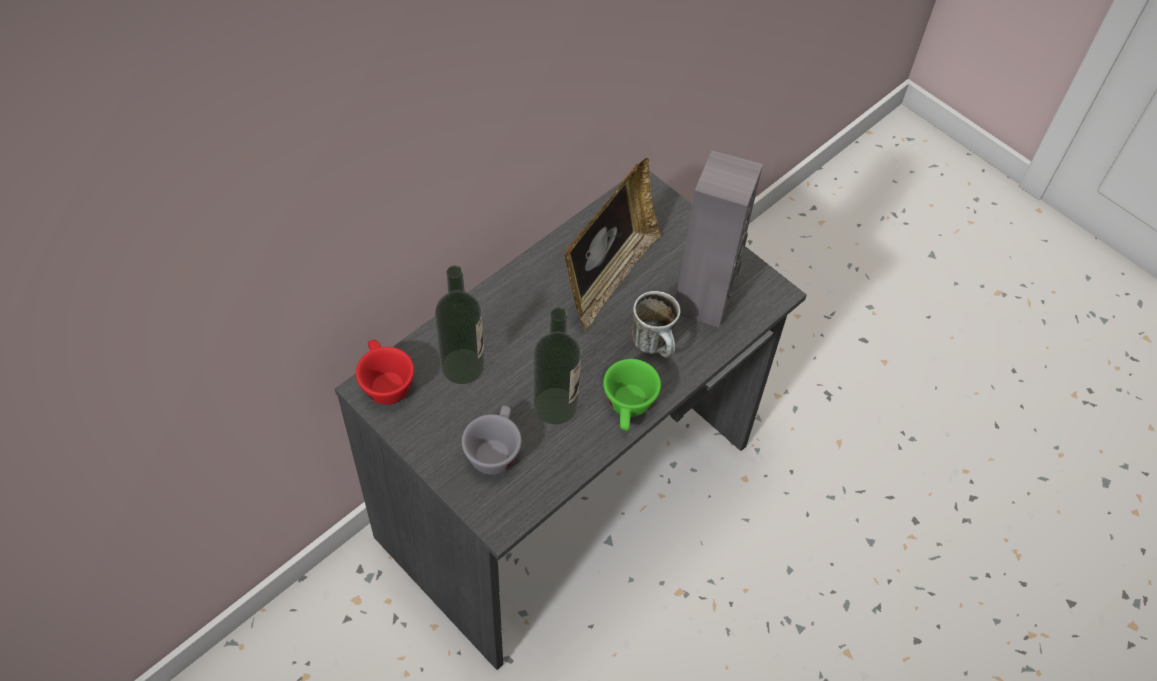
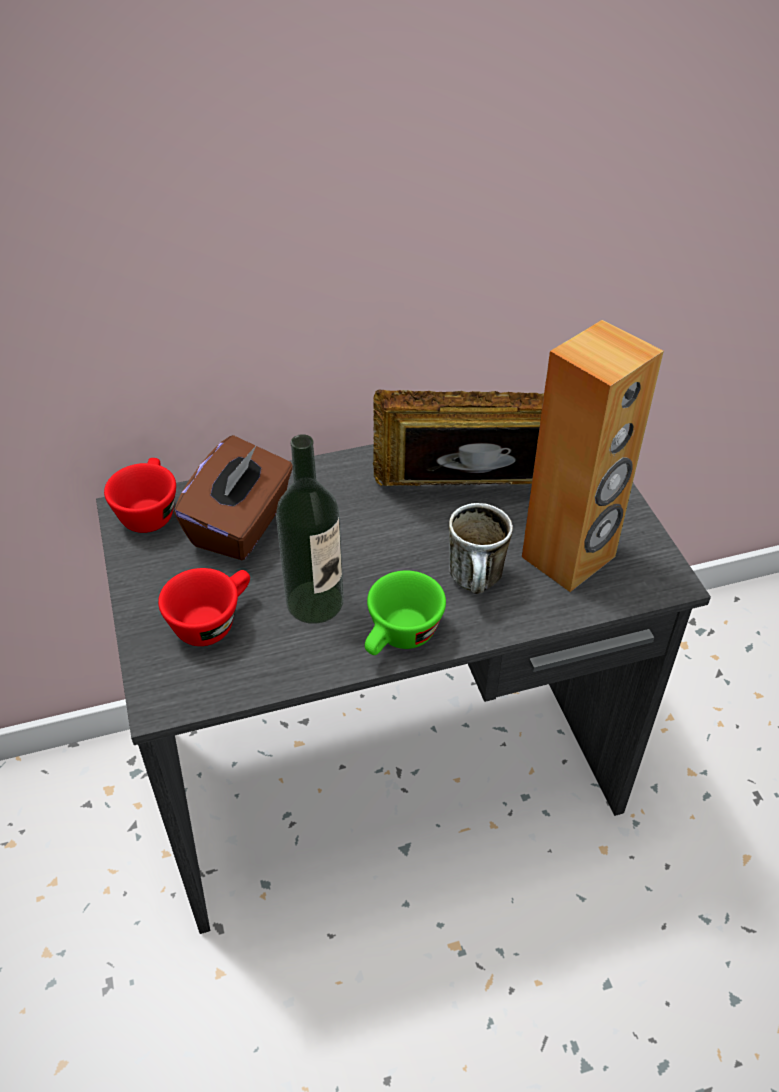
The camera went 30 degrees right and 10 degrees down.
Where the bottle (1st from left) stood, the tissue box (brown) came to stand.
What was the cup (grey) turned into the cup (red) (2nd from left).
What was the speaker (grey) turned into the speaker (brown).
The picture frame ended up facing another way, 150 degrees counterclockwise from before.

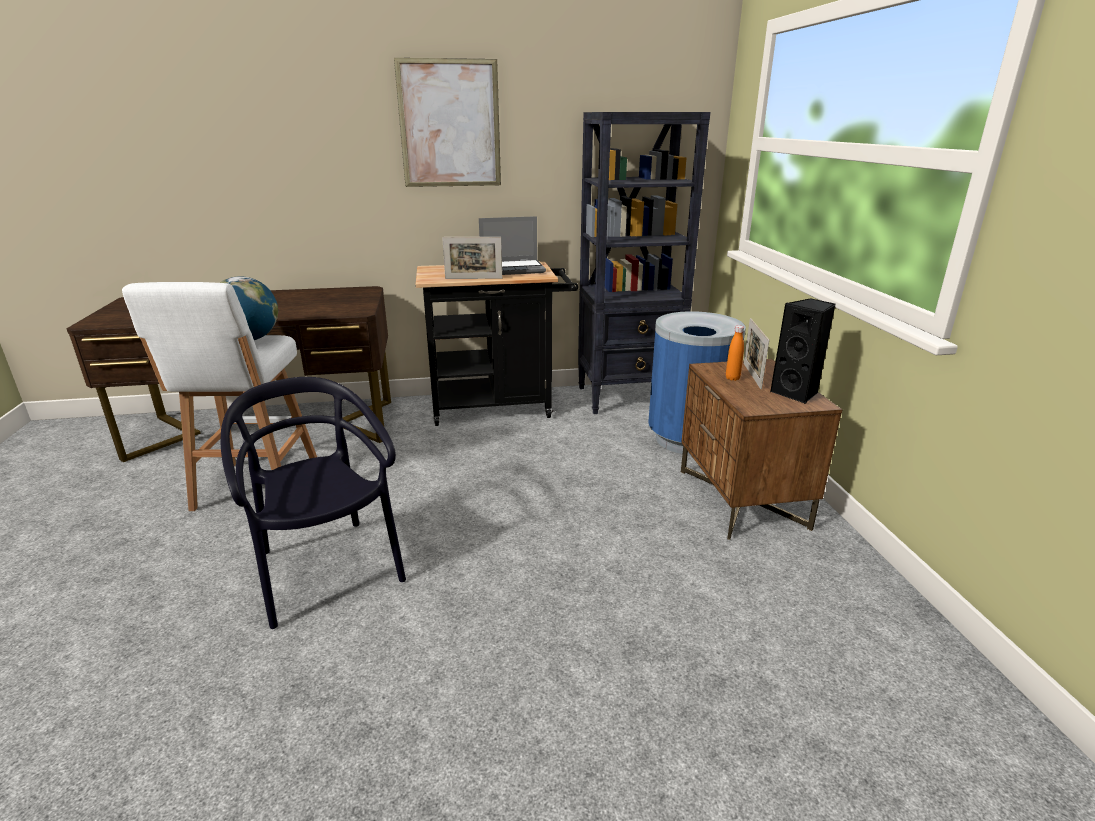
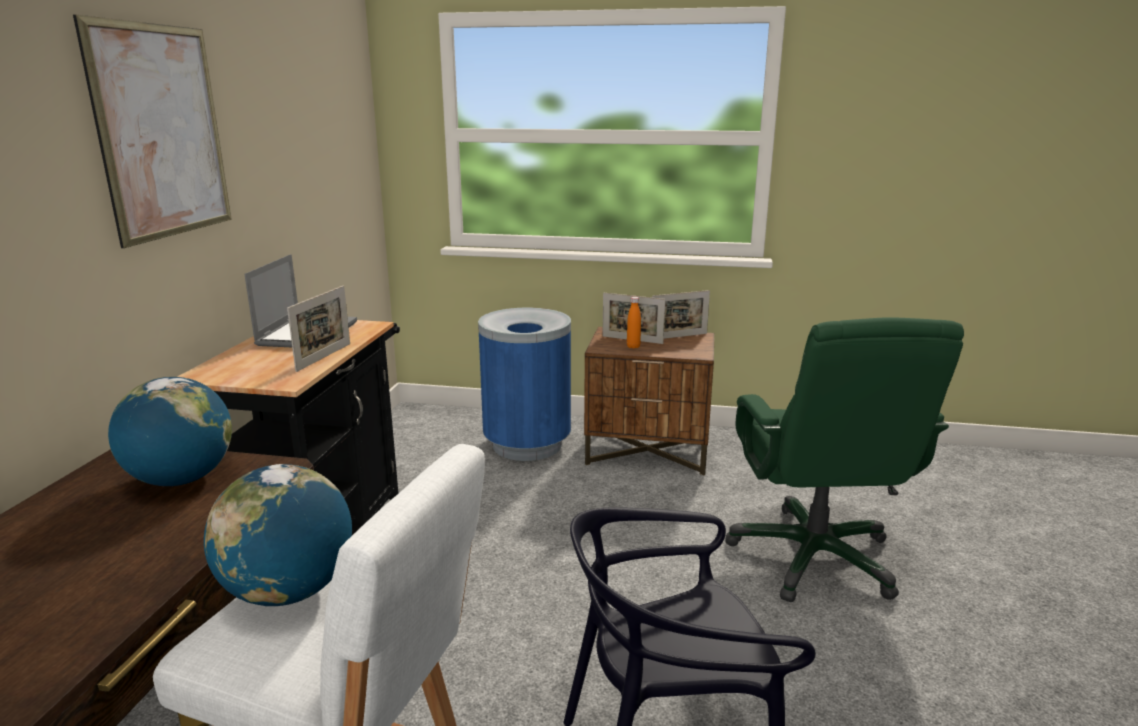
The camera went 70 degrees left and 5 degrees down.
The second view lost the bookcase (black).
The second view gained the globe (1st from left).
The second view gained the office chair (green).
Where the speaker (black) stood, the picture frame (3rd from left) came to stand.

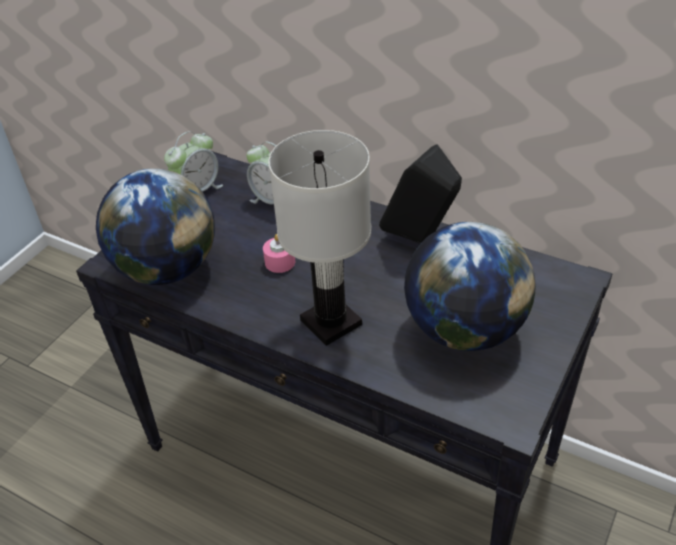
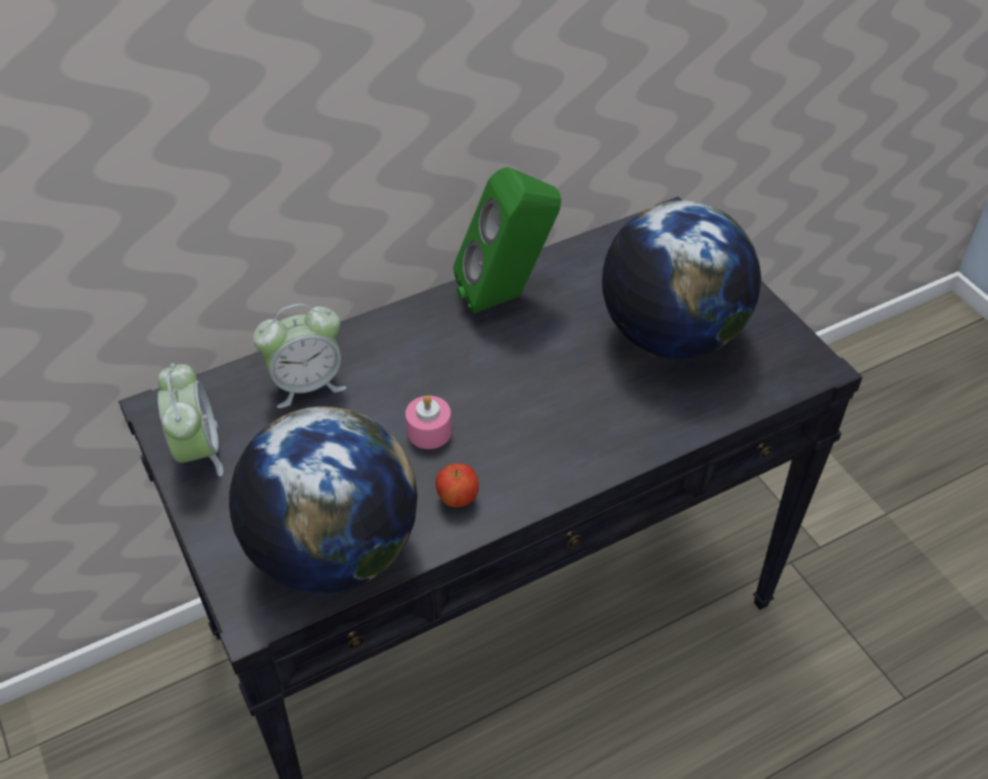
The camera went 60 degrees left and 5 degrees up.
The second view lost the table lamp (white).
The second view gained the apple.
What was the speaker (black) turned into the speaker (green).

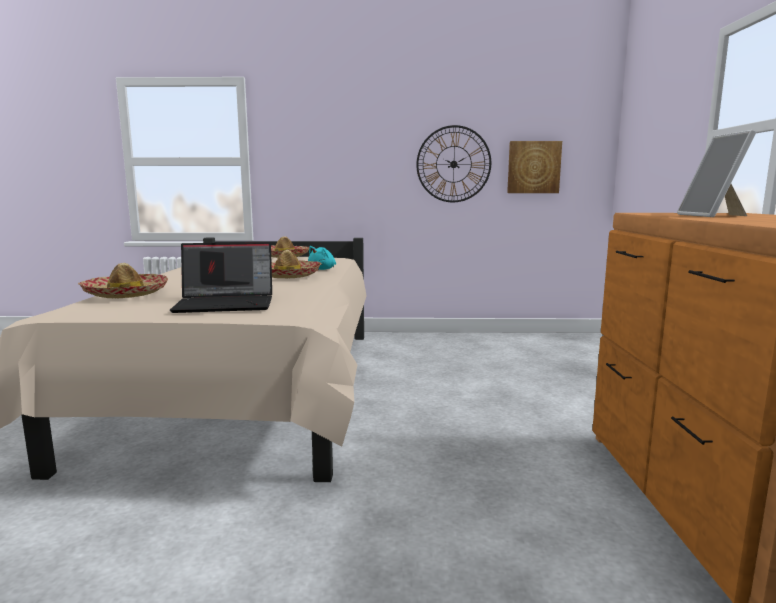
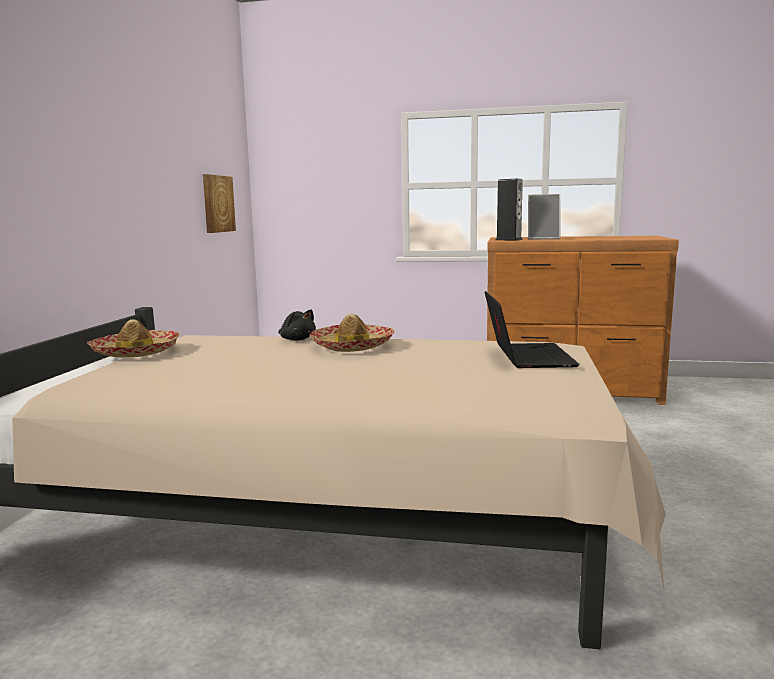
The camera went 80 degrees left and 0 degrees up.
The second view lost the hat (1st from left).
The second view lost the wall clock.
The second view gained the speaker.
What was the plush toy (turquoise) turned into the plush toy (black).

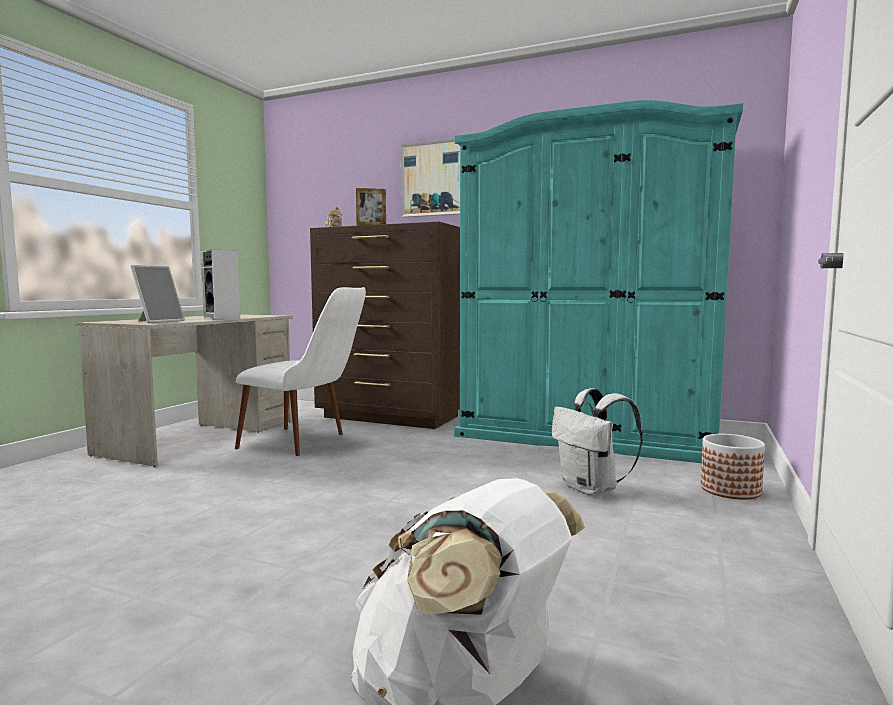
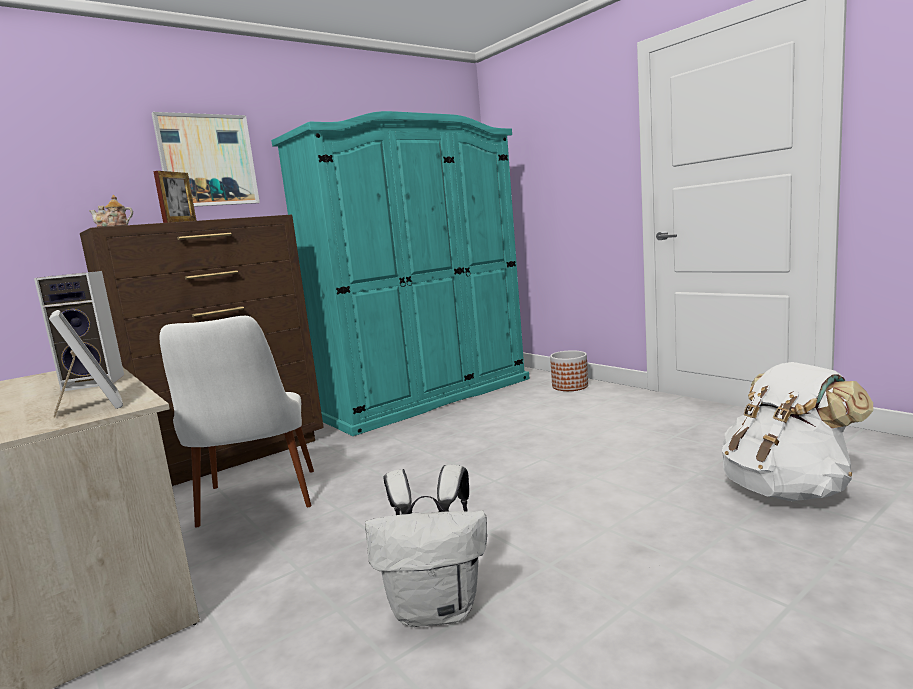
The camera went 60 degrees left and 5 degrees up.
The backpack (white) (2nd from left in the first image) ended up elsewhere.
The chair (white) ended up facing another way, 120 degrees clockwise from before.

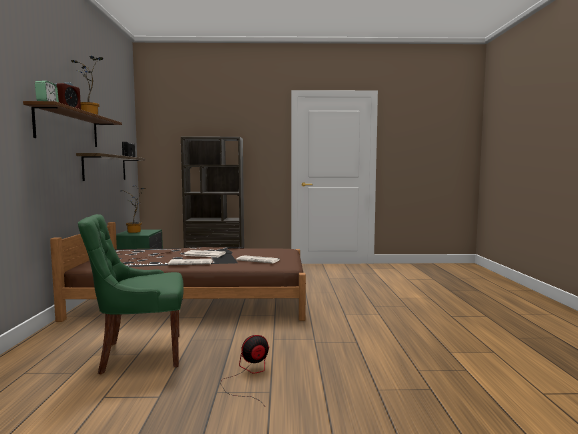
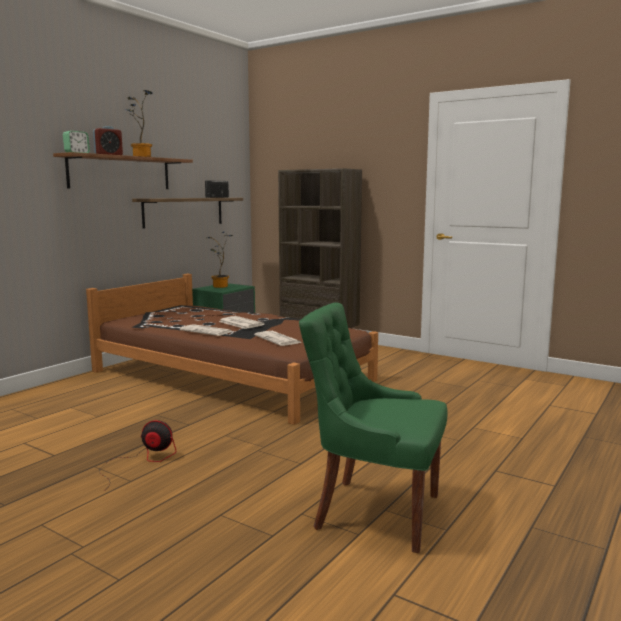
The camera went 35 degrees right and 5 degrees up.
The chair (green) ended up elsewhere.

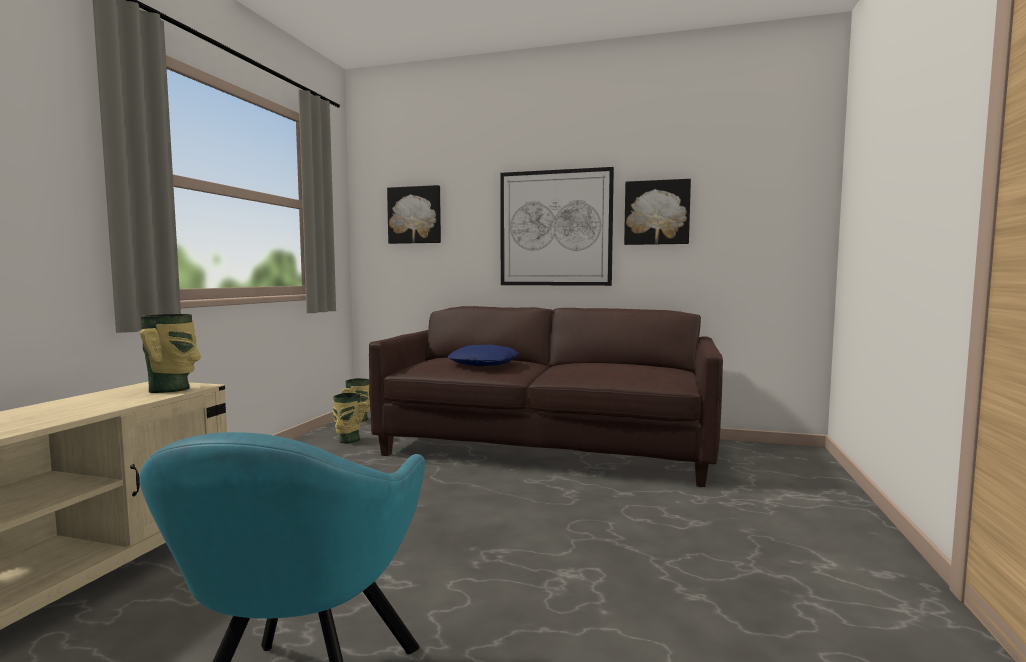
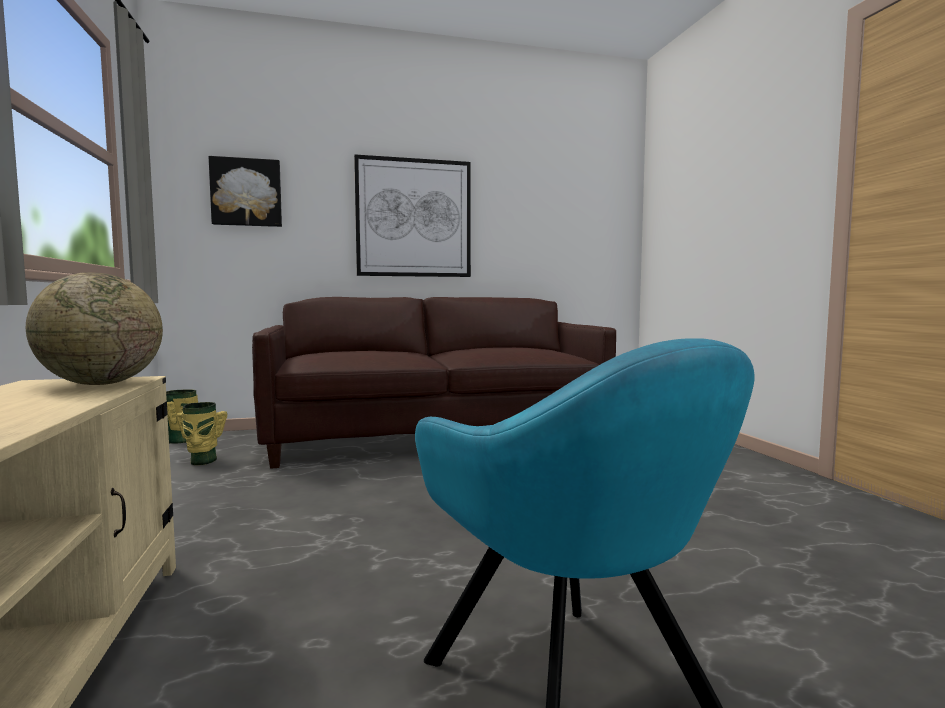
The camera went 30 degrees left and 0 degrees up.
The second view lost the pillow (blue).
The second view lost the picture (3rd from left).
Where the vase (1st from left) stood, the globe came to stand.

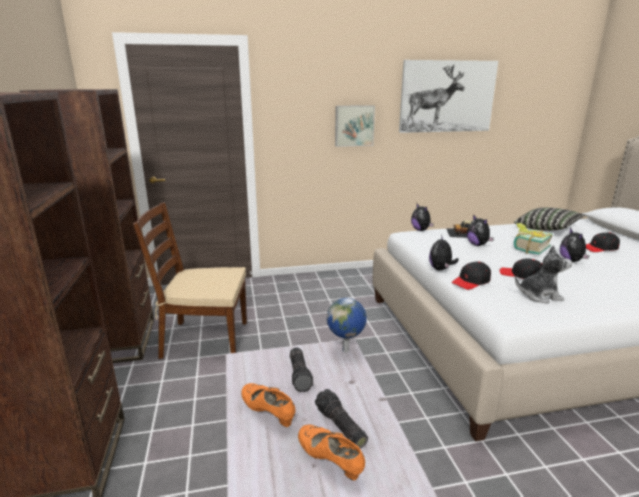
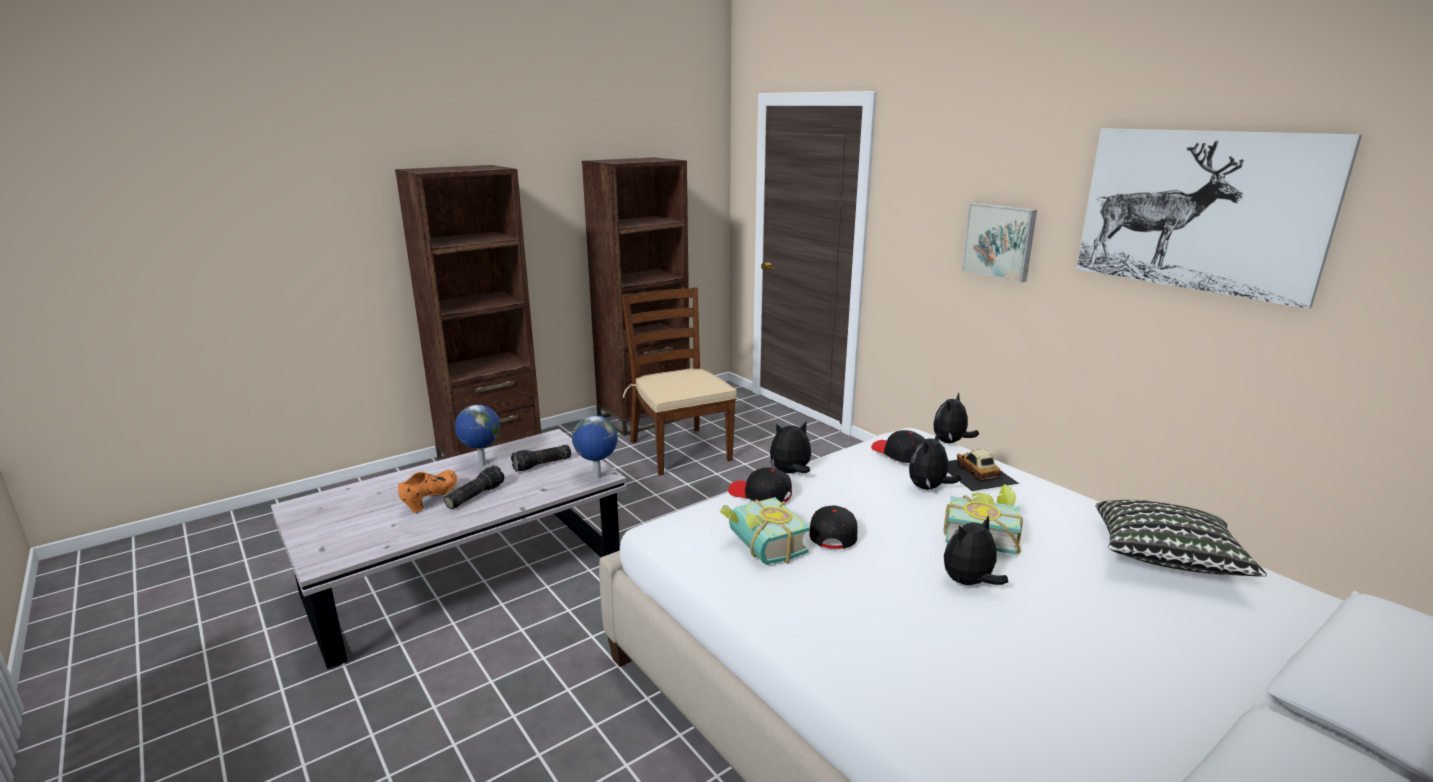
The camera went 65 degrees right and 0 degrees up.
The cap (black) (3rd from left) ended up elsewhere.
Where the shoe (orange) (1st from left) stood, the globe (1st from left) came to stand.
Where the plush toy (4th from left) stood, the book (1st from left) came to stand.

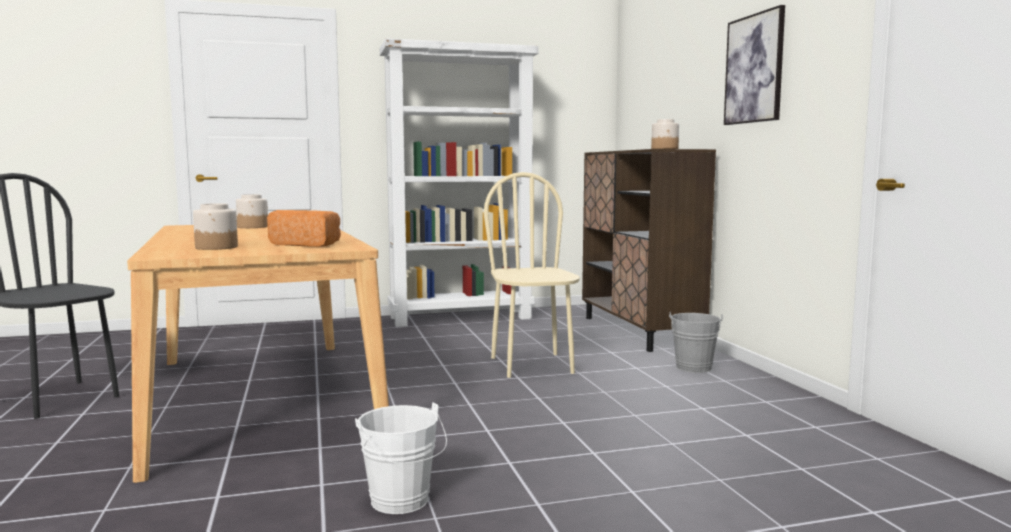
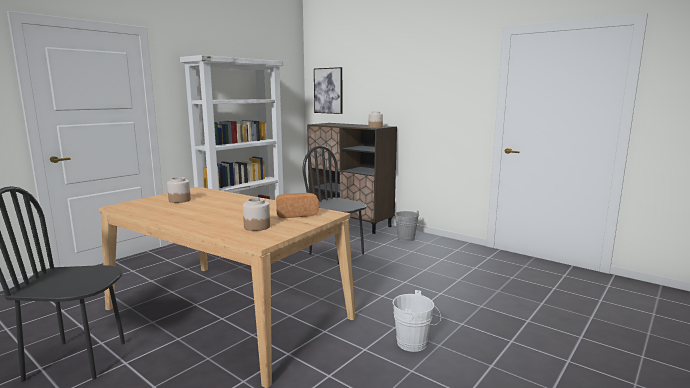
The camera went 35 degrees left and 5 degrees up.
The picture ended up elsewhere.
What was the chair (beige) turned into the chair (black) (2nd from left).

